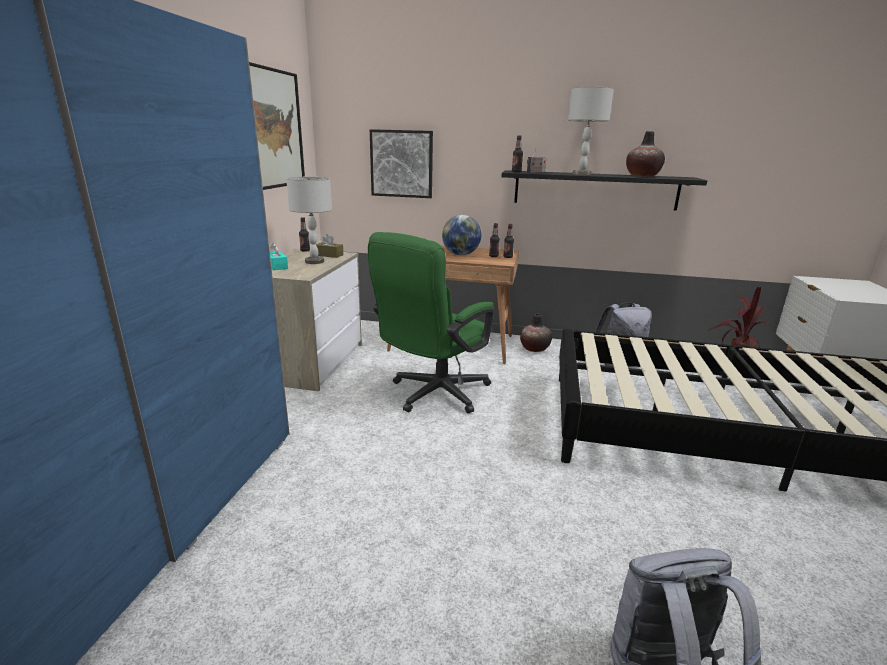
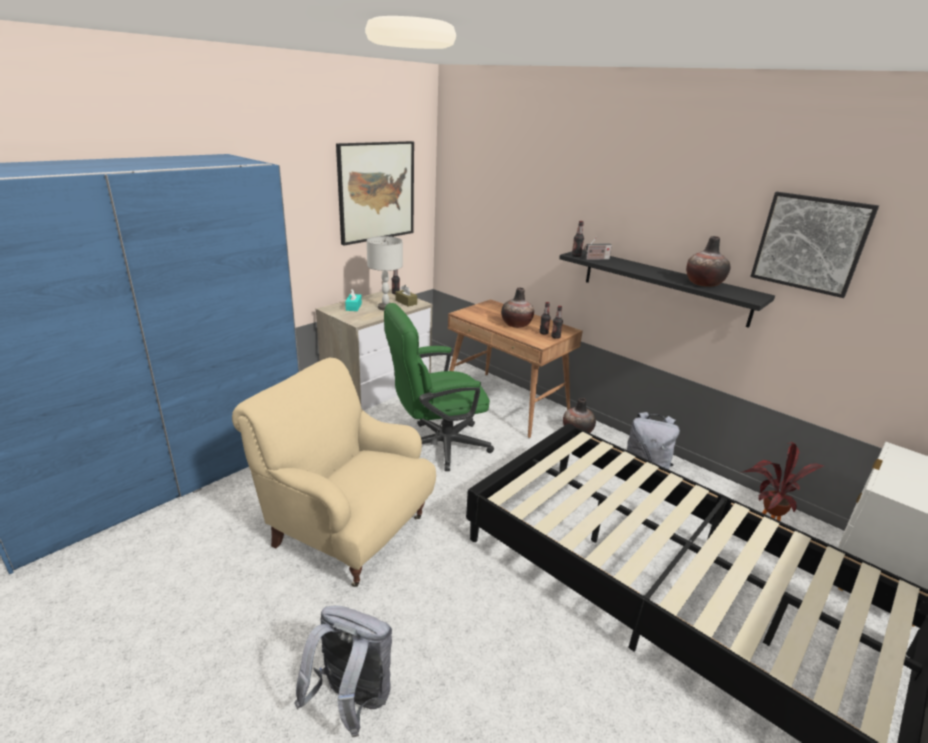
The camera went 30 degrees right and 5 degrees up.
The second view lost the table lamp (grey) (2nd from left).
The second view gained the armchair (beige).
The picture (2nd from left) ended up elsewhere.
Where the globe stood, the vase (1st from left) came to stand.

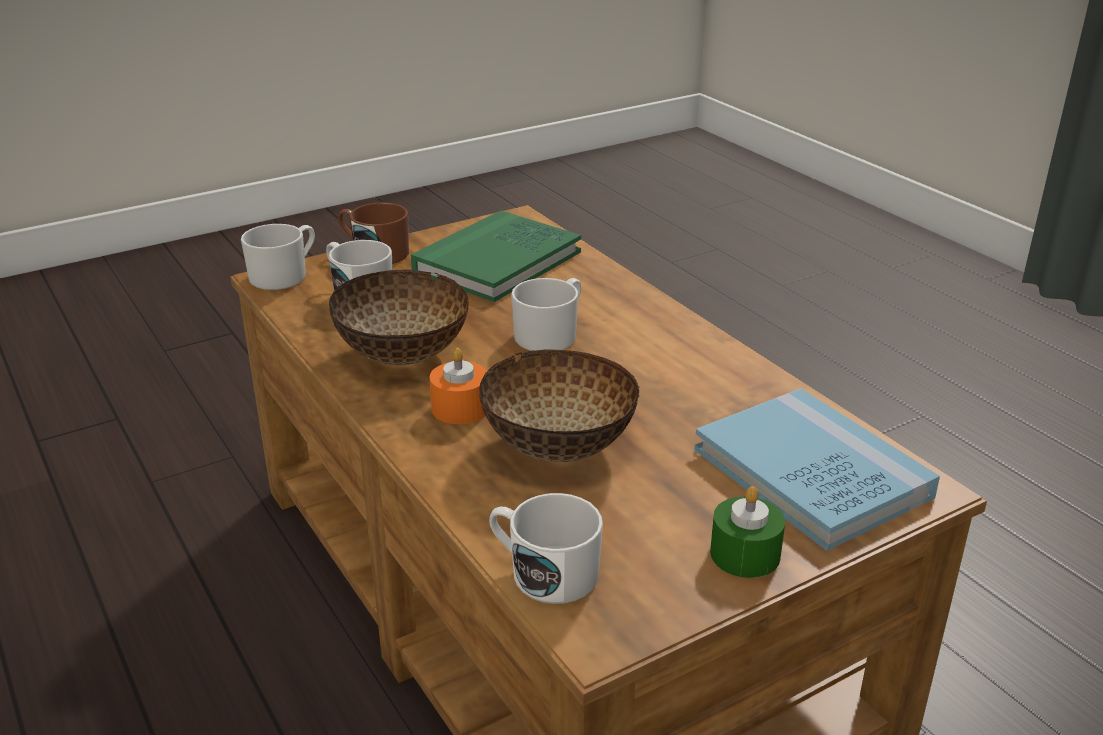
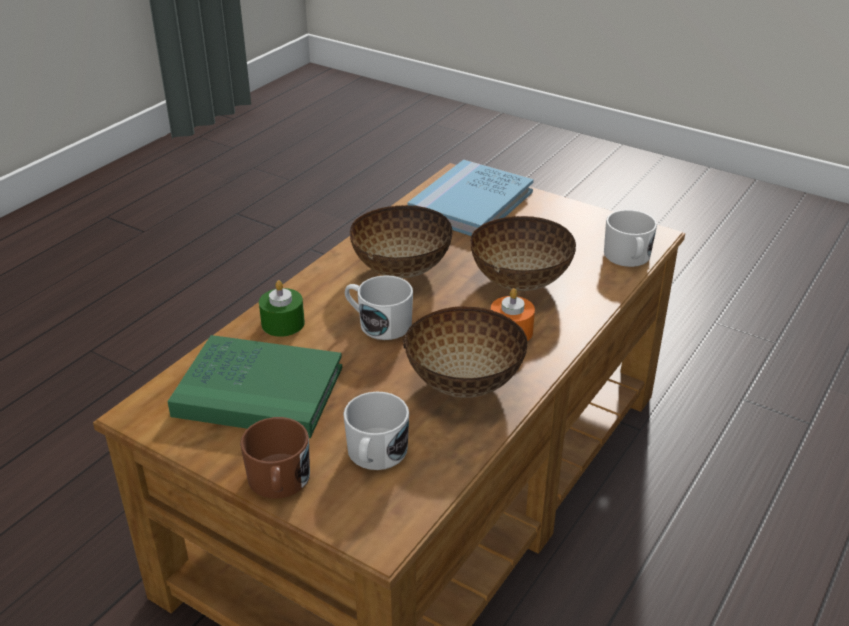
The camera went 115 degrees left and 5 degrees up.
The second view lost the mug (white) (1st from left).
The second view gained the bowl (1st from left).
The candle (green) ended up elsewhere.

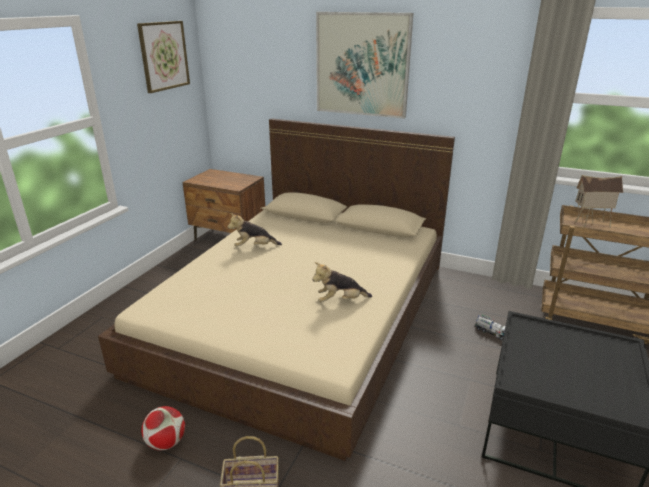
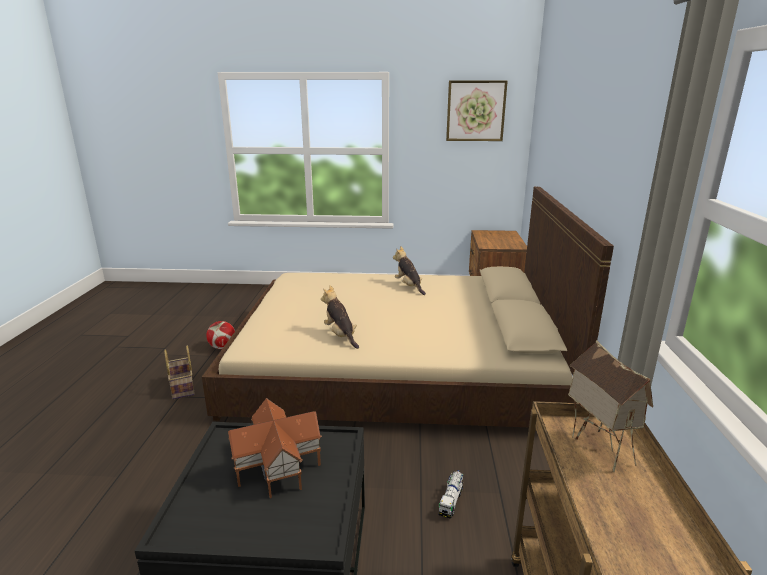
The camera went 70 degrees right and 5 degrees down.
The second view lost the picture (2nd from left).
The second view gained the toy house (1st from left).

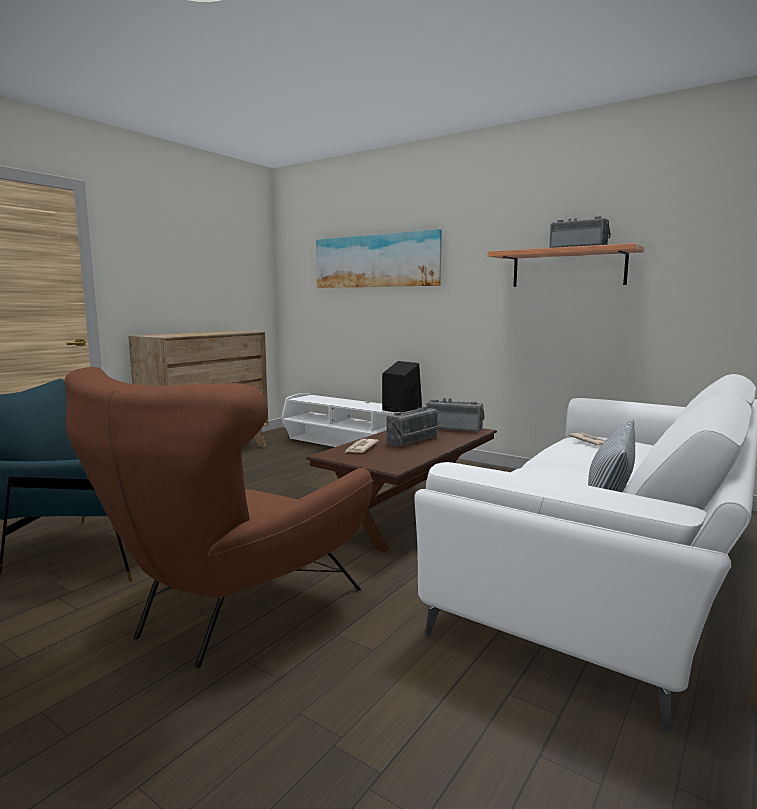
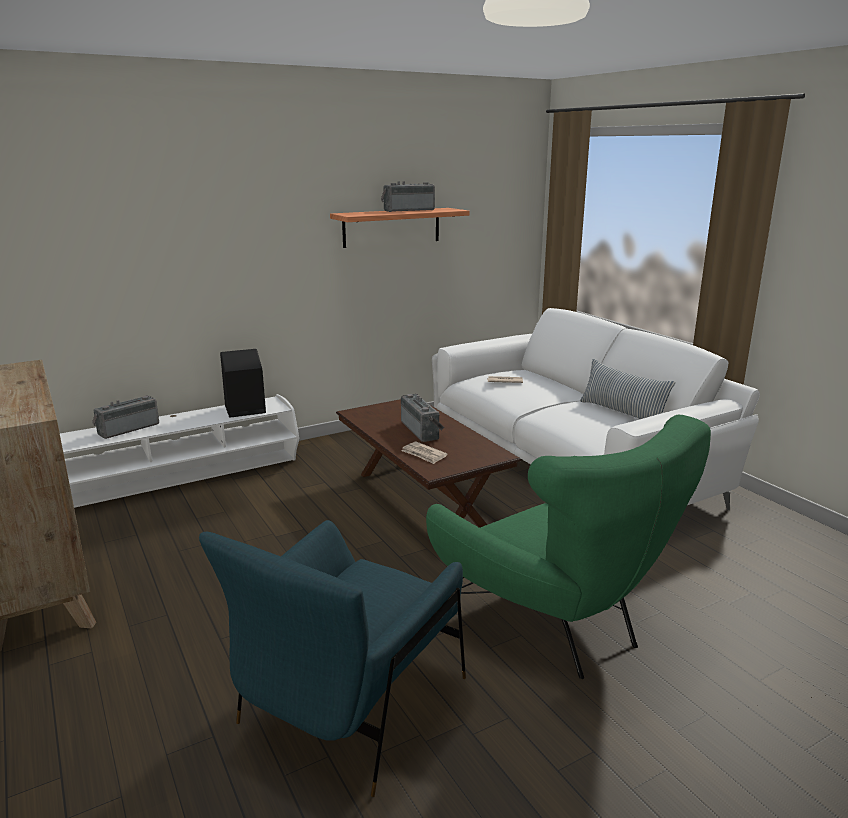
The camera went 65 degrees left and 10 degrees up.
The second view lost the picture.
The radio (2nd from left in the first image) ended up elsewhere.
What was the armchair (brown) turned into the armchair (green).

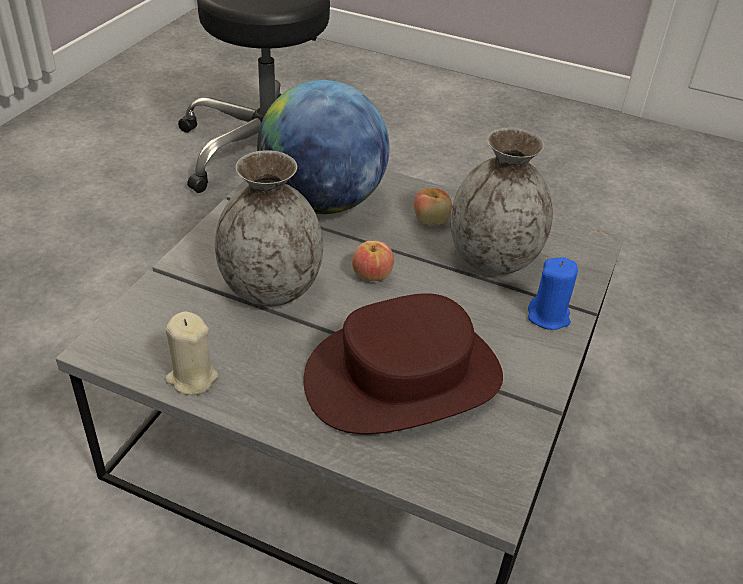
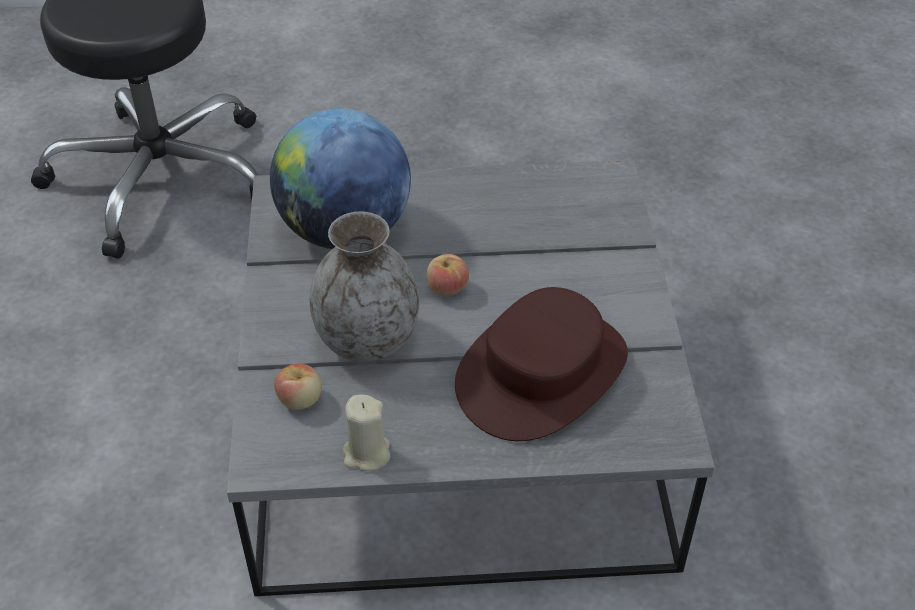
The camera went 25 degrees left and 5 degrees up.
The second view lost the vase (grey) (2nd from left).
The second view lost the candle (blue).
The apple (2nd from left in the first image) ended up elsewhere.

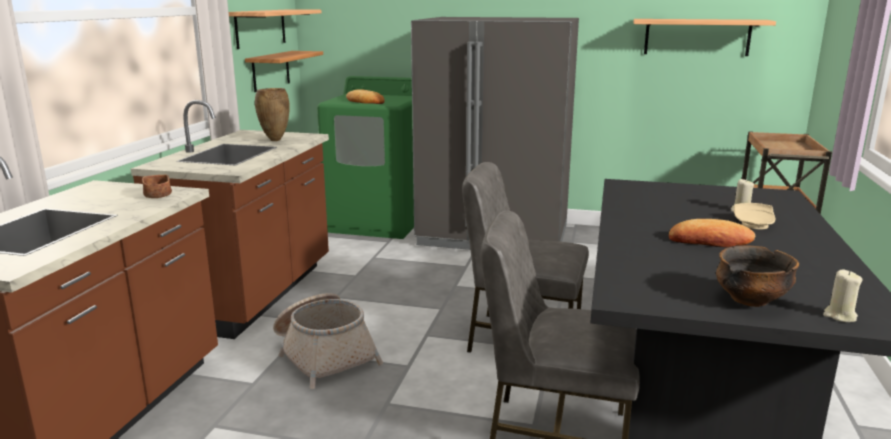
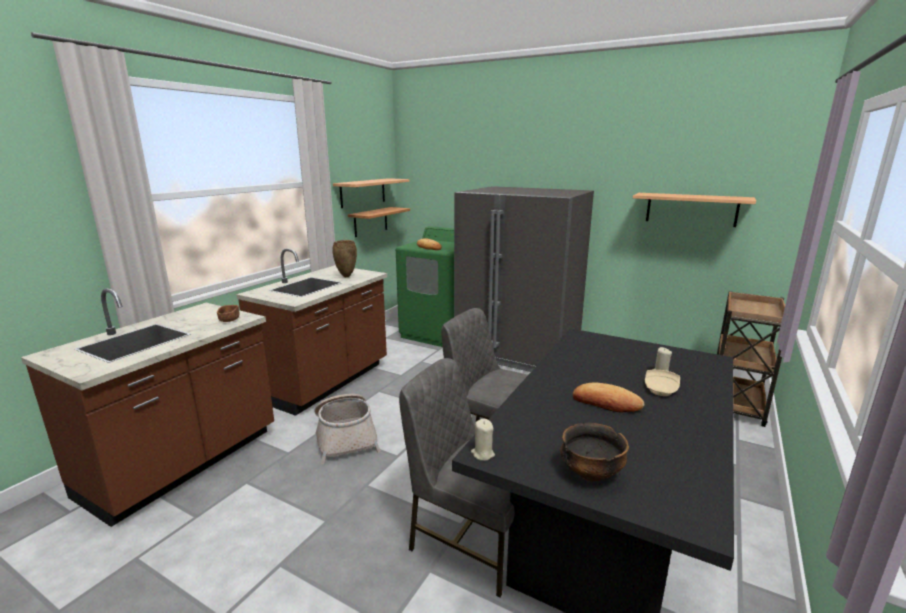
The camera went 15 degrees right and 0 degrees up.
The candle (beige) (2nd from left in the first image) ended up elsewhere.

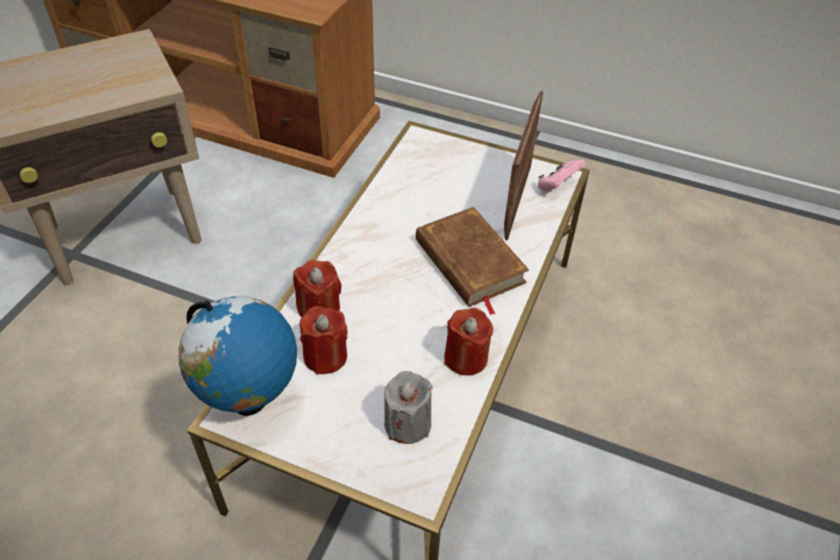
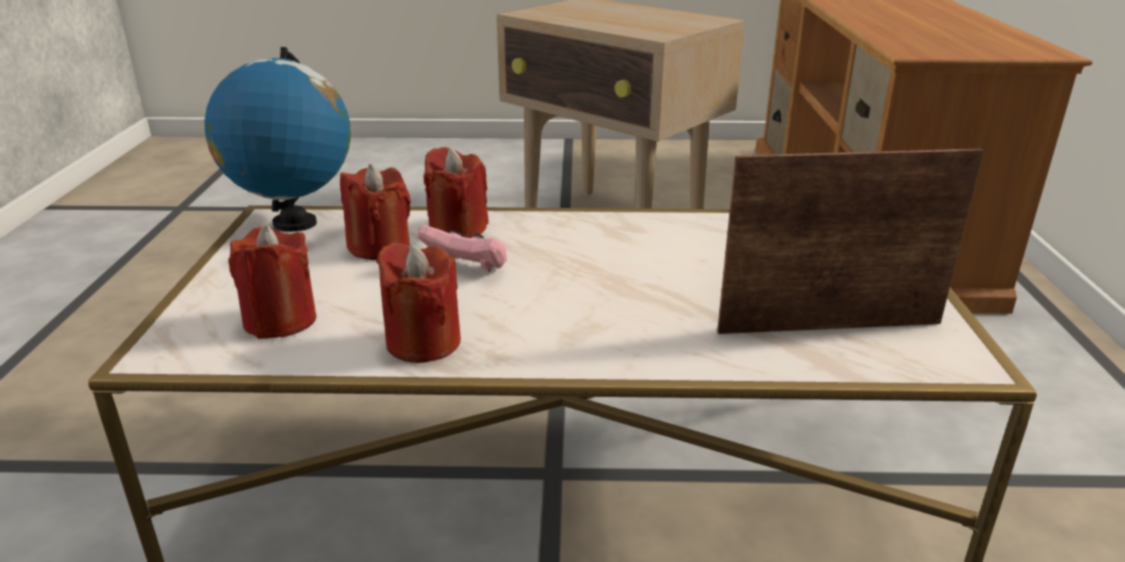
The camera went 70 degrees right and 20 degrees down.
The second view lost the book (brown).
The game controller (pink) ended up elsewhere.
What was the candle (grey) turned into the candle (red) (1st from left).

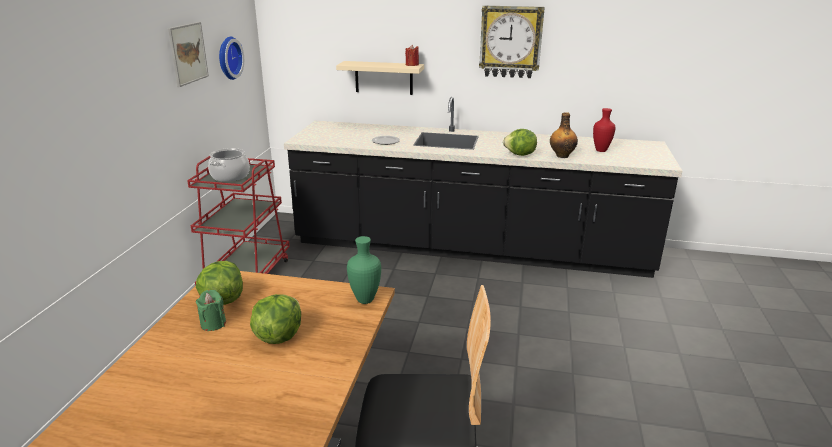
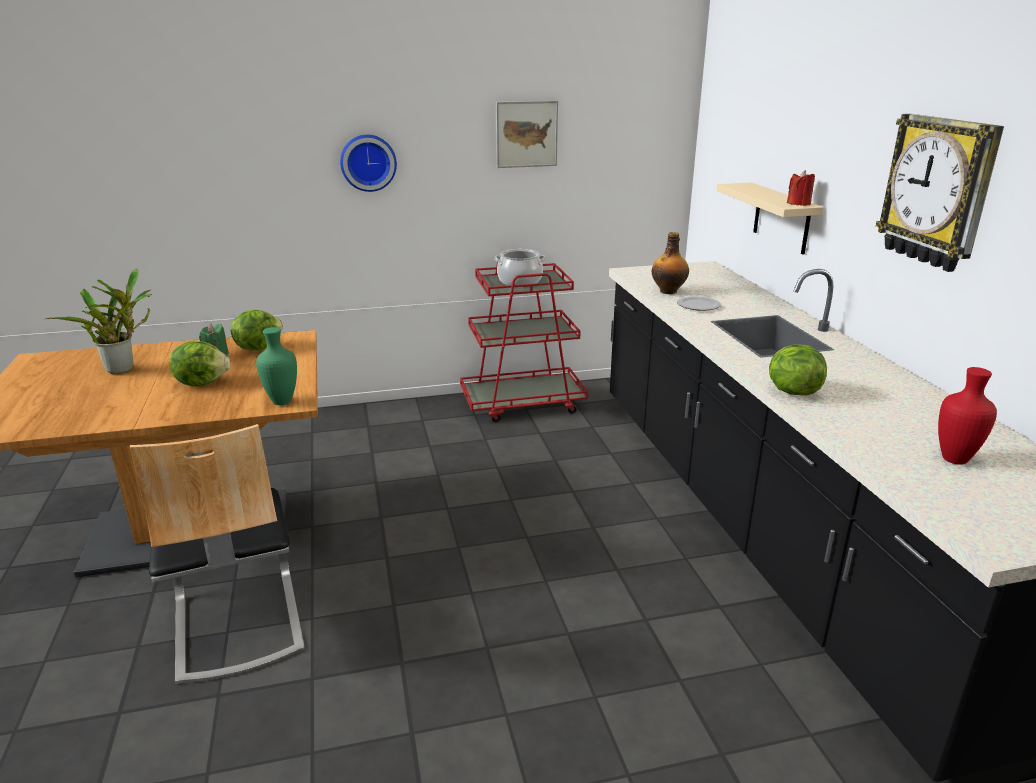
The camera went 65 degrees right and 0 degrees up.
The second view gained the potted plant.
The wall clock (1st from left) ended up elsewhere.
The bottle ended up elsewhere.

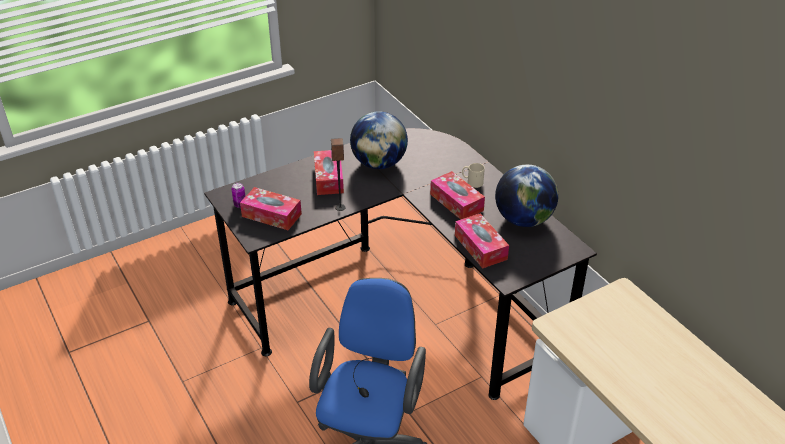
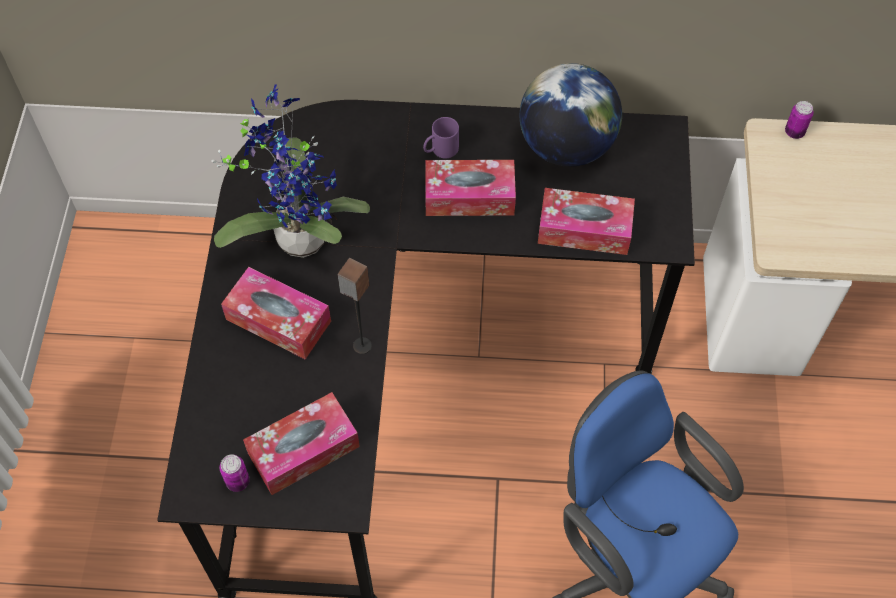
The camera went 55 degrees left and 20 degrees up.
The second view gained the can (2nd from left).
Where the globe (1st from left) stood, the potted plant came to stand.
What was the mug (beige) turned into the mug (purple).

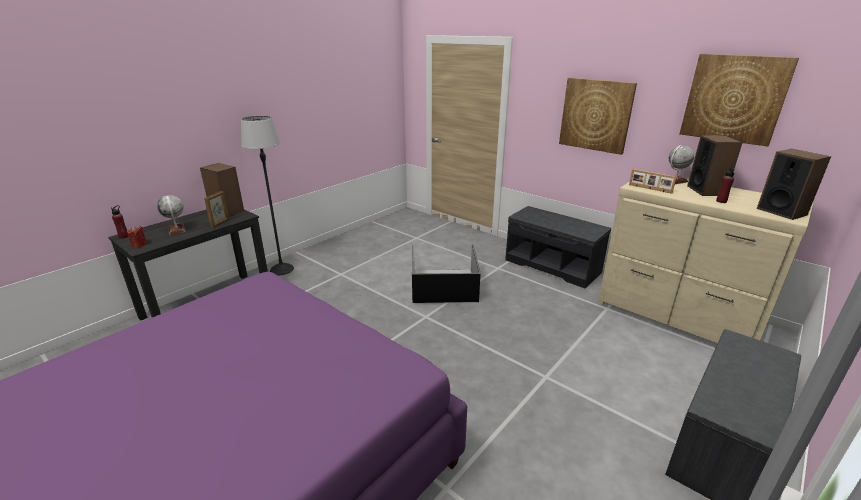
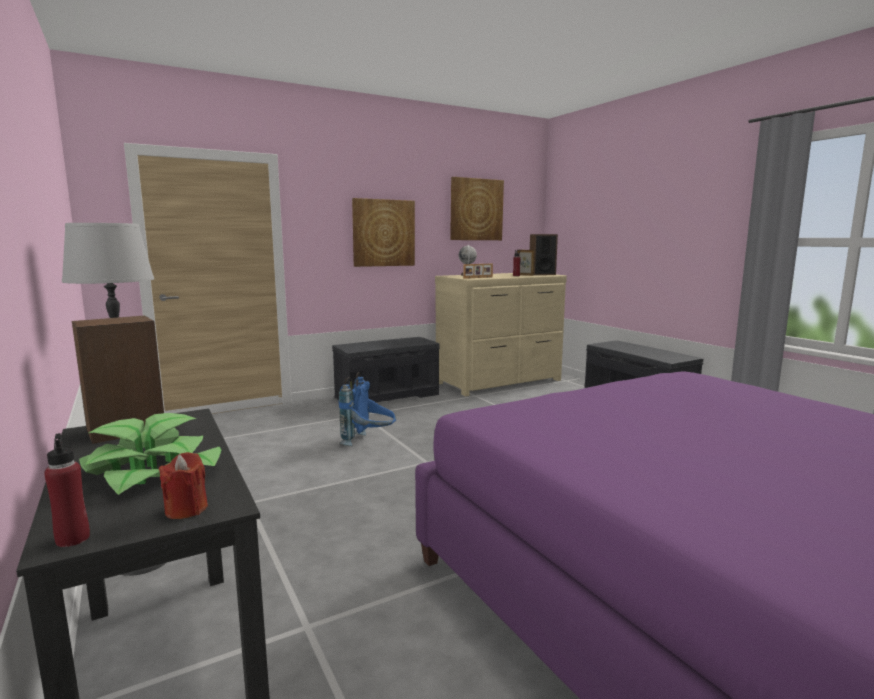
The camera went 70 degrees left and 15 degrees down.
The second view lost the speaker (2nd from left).
The picture frame (1st from left in the first image) ended up elsewhere.
Where the globe (1st from left) stood, the potted plant came to stand.
Where the storage box (black) stood, the backpack (blue) came to stand.

